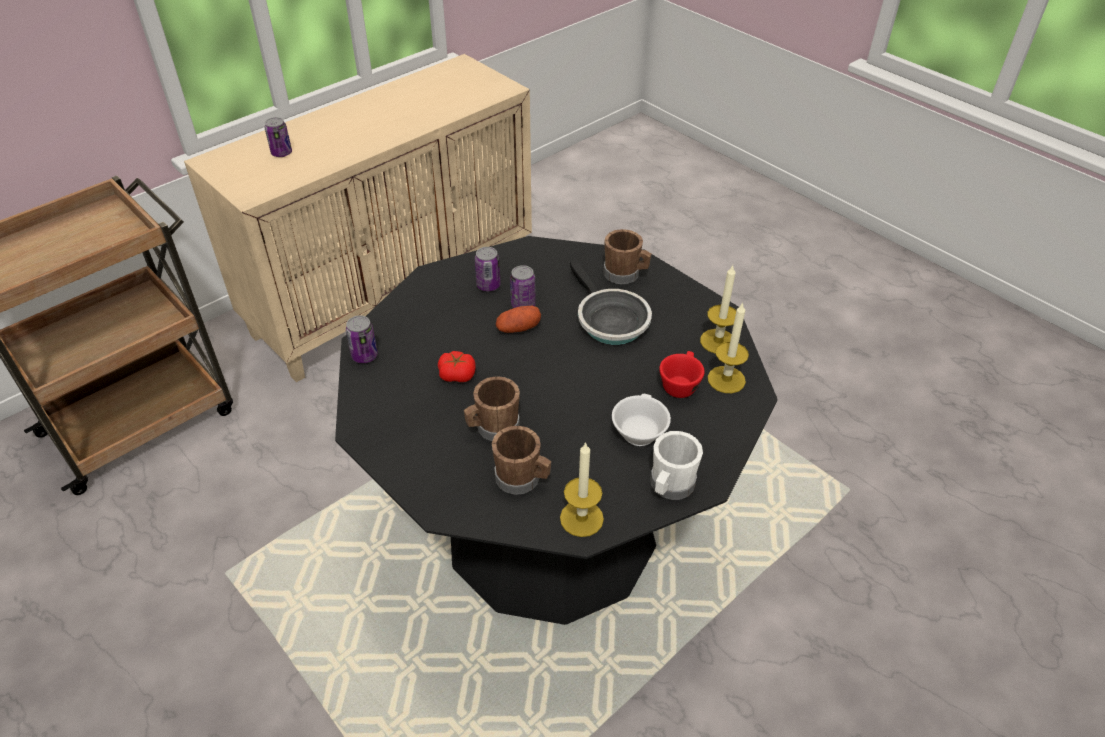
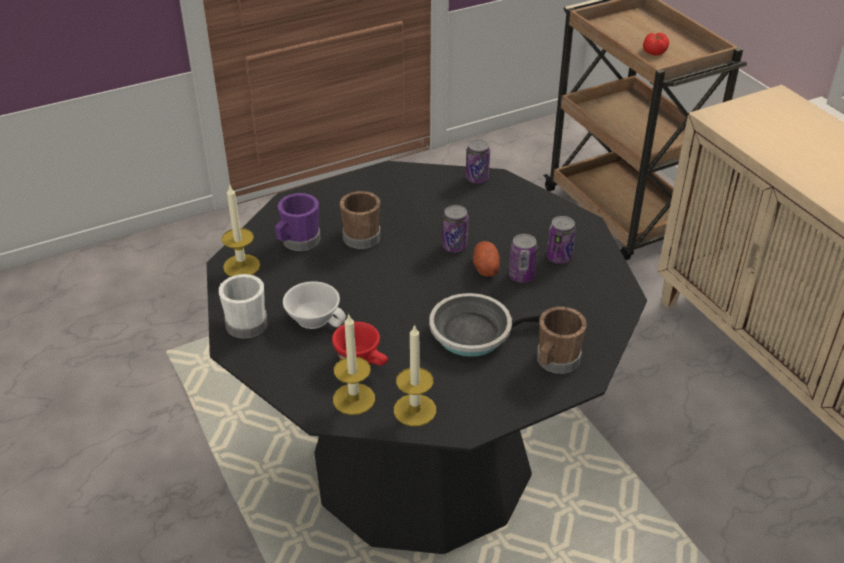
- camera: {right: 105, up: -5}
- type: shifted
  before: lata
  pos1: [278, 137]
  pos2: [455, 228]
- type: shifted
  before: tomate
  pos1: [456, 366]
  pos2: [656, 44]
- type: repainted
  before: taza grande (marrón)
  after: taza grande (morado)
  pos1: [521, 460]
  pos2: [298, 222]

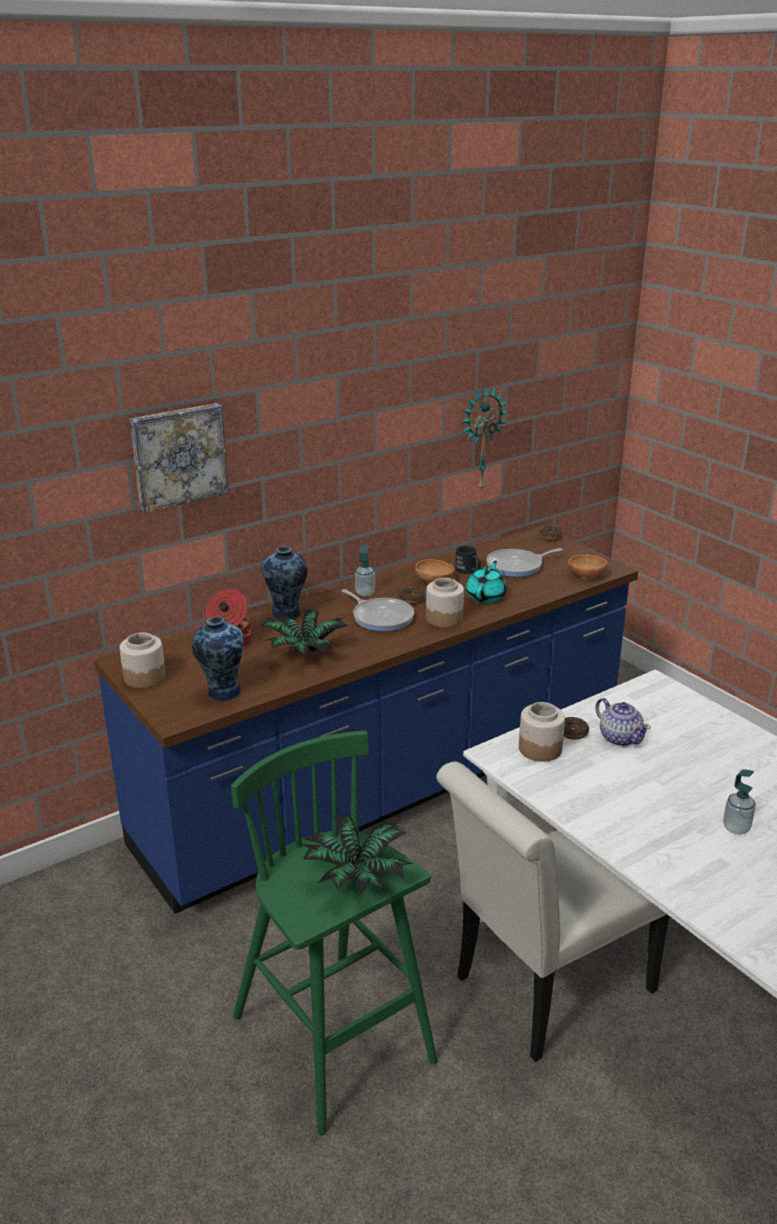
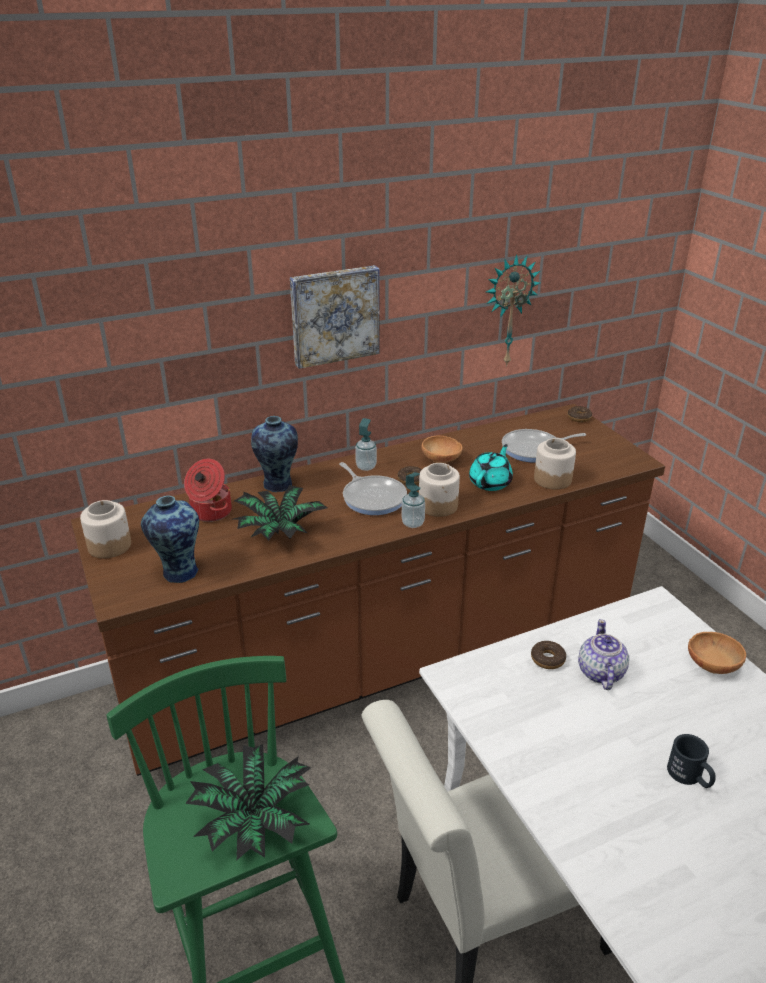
- camera: {right: 10, up: 5}
- type: shifted
  before: cuadro
  pos1: [179, 458]
  pos2: [335, 317]
- type: repainted
  before: mueble bajo de cocina (azul)
  after: mueble bajo de cocina (marrón)
  pos1: [366, 720]
  pos2: [368, 590]
- type: shifted
  before: taza grande (negro)
  pos1: [468, 559]
  pos2: [691, 761]
- type: shifted
  before: cuenco (marrón)
  pos1: [587, 567]
  pos2: [717, 653]
- type: rotated
  before: tetera
  pos1: [623, 722]
  pos2: [603, 654]
  turn: -150
- type: shifted
  before: tarro
  pos1: [542, 732]
  pos2: [555, 464]
- type: shifted
  before: dispensador de jabón
  pos1: [739, 802]
  pos2: [413, 500]

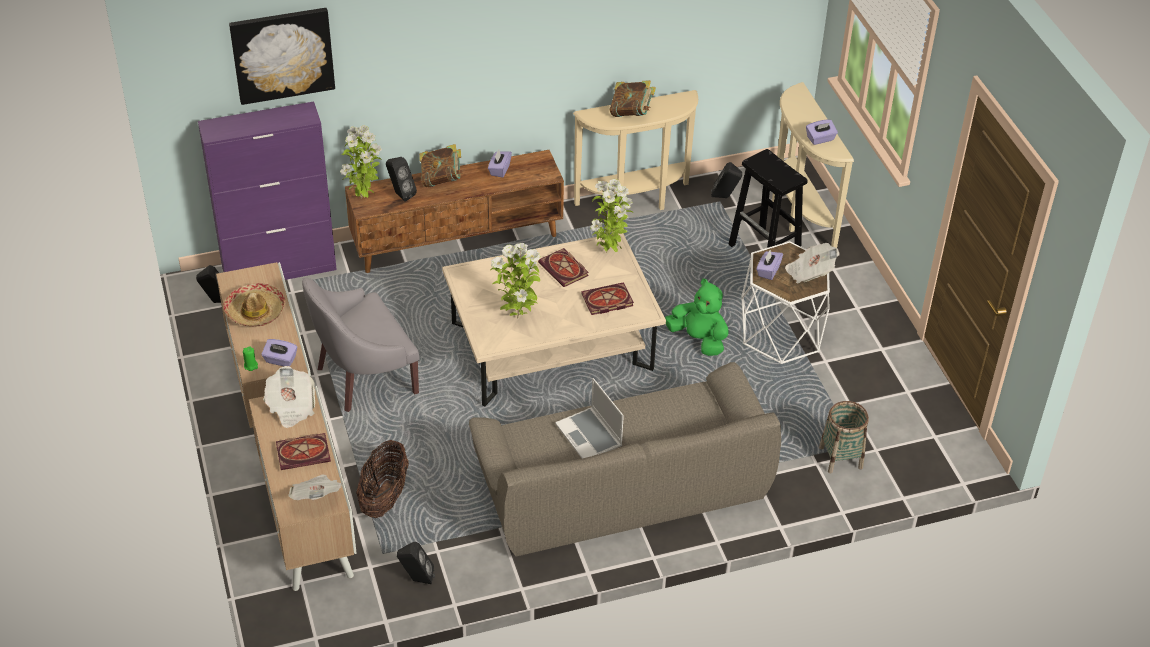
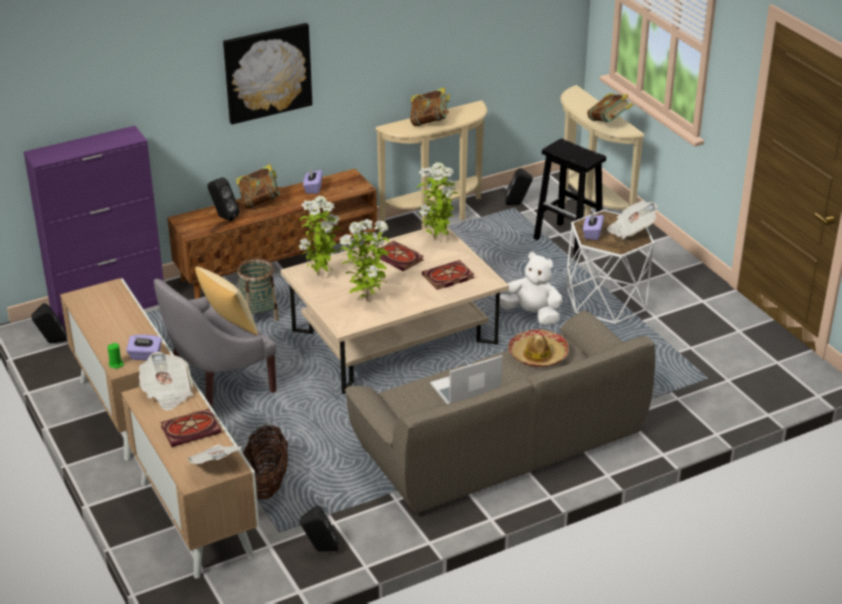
- camera: {right: -10, up: -10}
- type: shifted
  before: cuadro
  pos1: [282, 56]
  pos2: [267, 73]
- type: swapped
  before: caja de pañuelos (morado)
  after: libro
  pos1: [822, 132]
  pos2: [610, 107]
- type: shifted
  before: planta en maceta
  pos1: [361, 161]
  pos2: [320, 236]
- type: repainted
  before: peluche (verde)
  after: peluche (blanco)
  pos1: [697, 317]
  pos2: [531, 289]
- type: shifted
  before: sombrero
  pos1: [254, 305]
  pos2: [538, 348]
- type: rotated
  before: portátil
  pos1: [589, 418]
  pos2: [466, 379]
  turn: 105
- type: shifted
  before: cesta
  pos1: [844, 437]
  pos2: [258, 289]
- type: new
  after: cojín
  pos2: [226, 300]

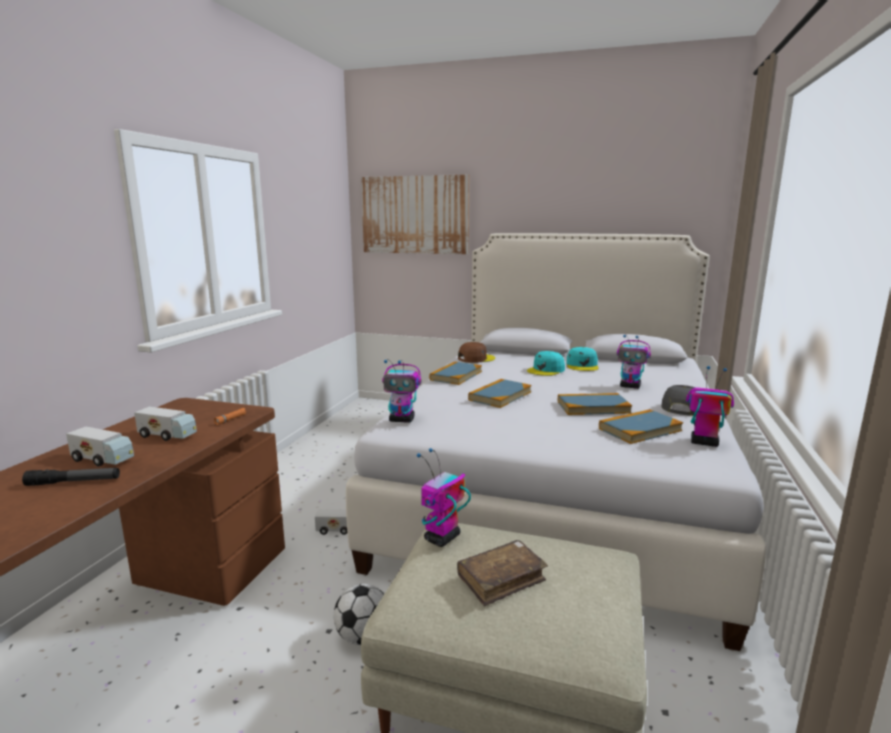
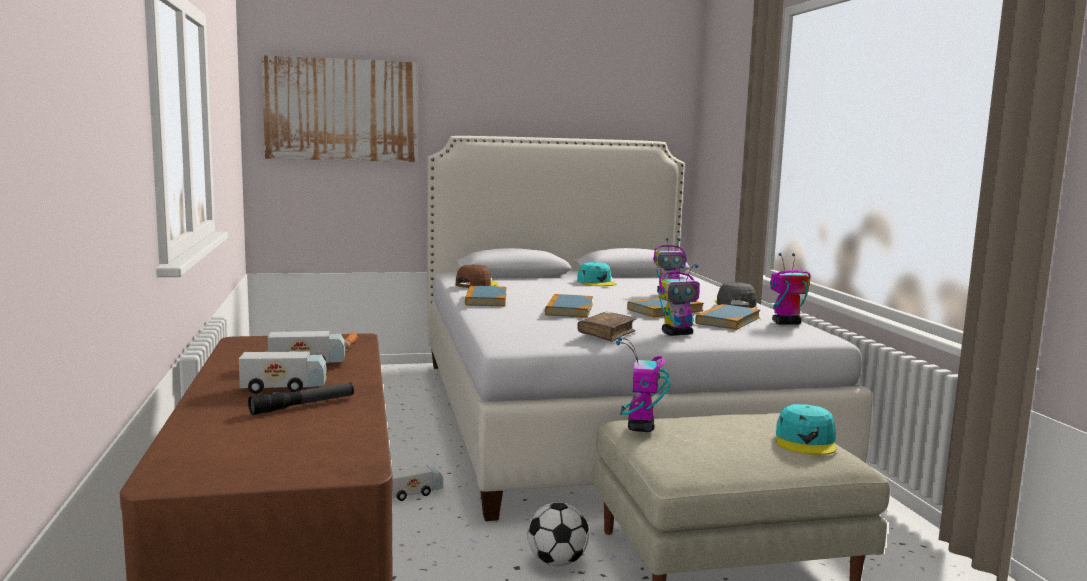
- camera: {right: -30, up: -5}
- type: shifted
  before: gorra (turquesa)
  pos1: [546, 363]
  pos2: [806, 429]
- type: shifted
  before: robot de juguete
  pos1: [401, 391]
  pos2: [679, 300]
- type: shifted
  before: libro (marrón)
  pos1: [502, 573]
  pos2: [607, 327]

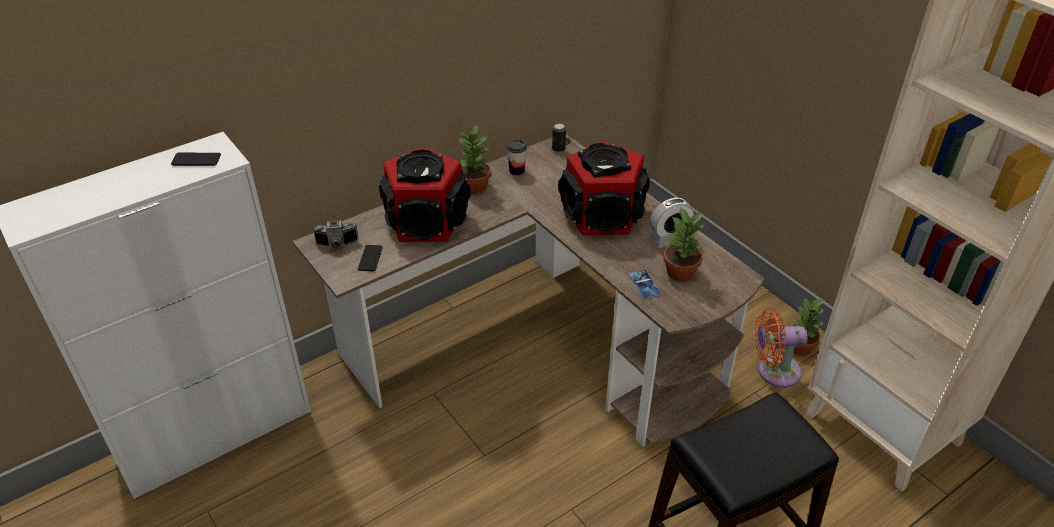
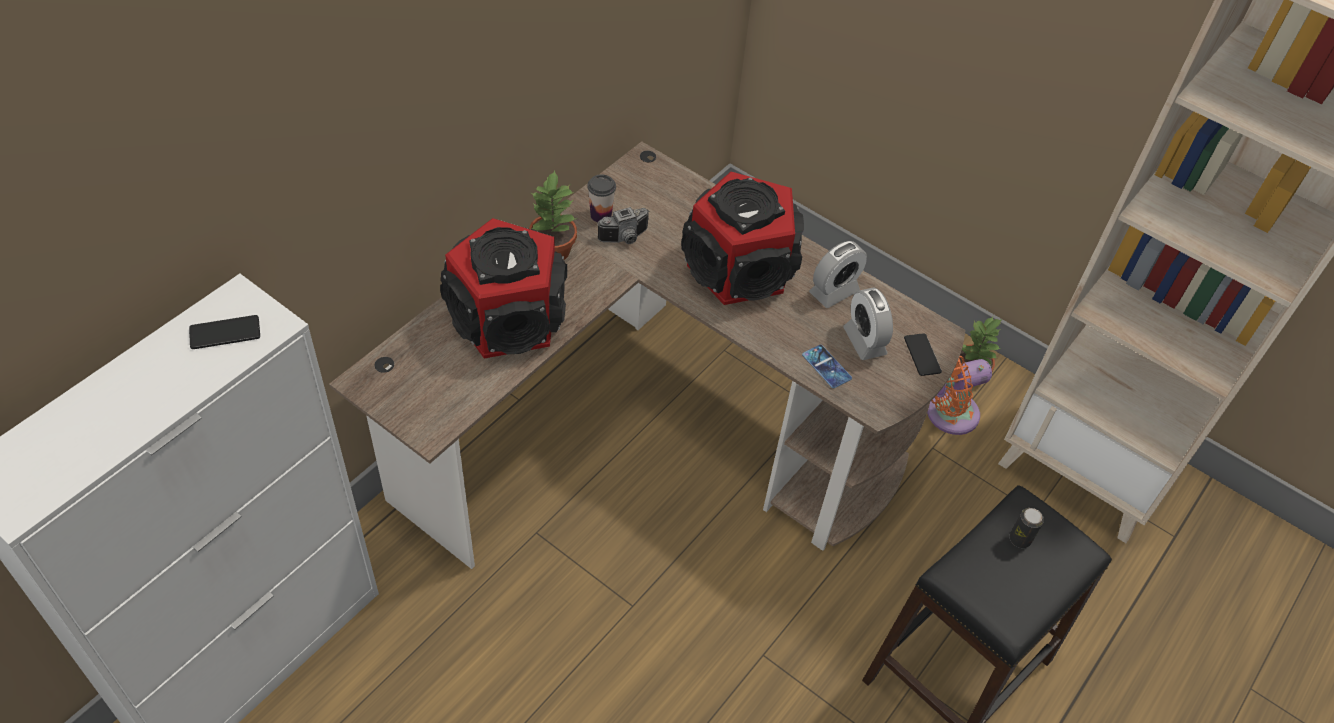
- camera: {right: -20, up: 10}
- type: shifted
  before: lata
  pos1: [559, 137]
  pos2: [1026, 528]
- type: swapped
  before: planta en maceta
  after: despertador
  pos1: [683, 244]
  pos2: [868, 323]
- type: shifted
  before: cámara
  pos1: [335, 234]
  pos2: [623, 225]
- type: shifted
  before: móvil
  pos1: [370, 258]
  pos2: [923, 354]

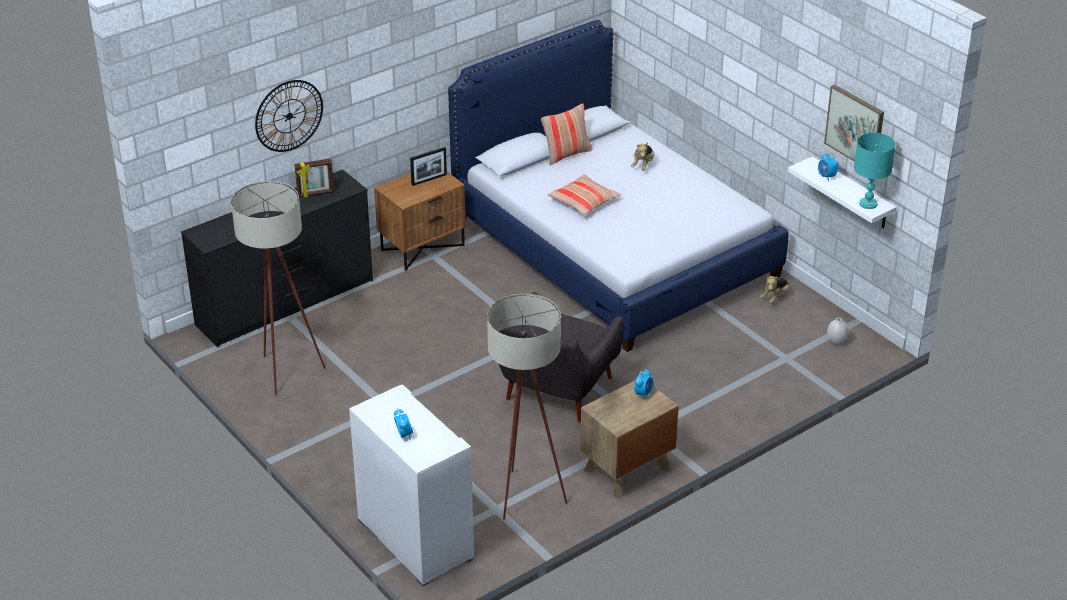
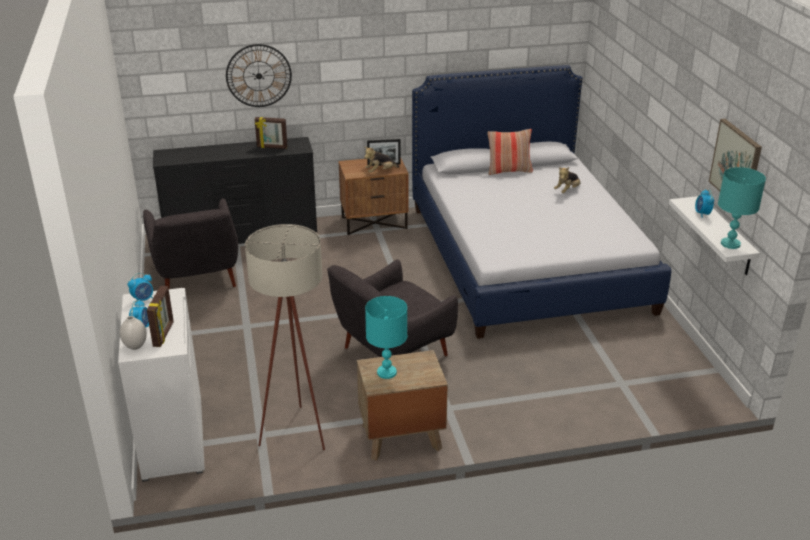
- camera: {right: 25, up: -5}
- type: gone
  before: cojín
  pos1: [584, 195]
- type: swapped
  before: lámpara de pie (beis)
  after: sillón (gris)
  pos1: [278, 288]
  pos2: [190, 243]
- type: shifted
  before: peluche
  pos1: [774, 289]
  pos2: [382, 160]
- type: shifted
  before: florero (blanco)
  pos1: [837, 331]
  pos2: [133, 333]
- type: shifted
  before: despertador
  pos1: [644, 384]
  pos2: [140, 287]
- type: new
  after: portarretratos
  pos2: [160, 316]
- type: new
  after: lámpara de mesa (turquesa)
  pos2: [386, 337]

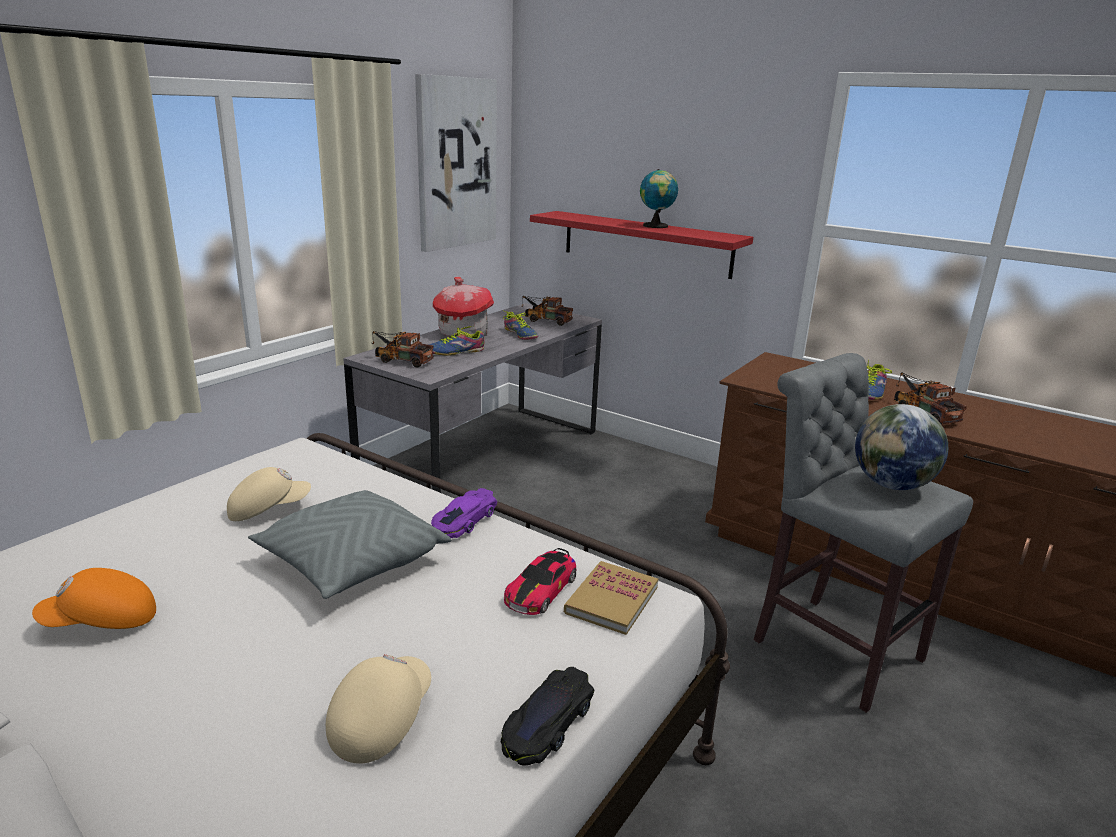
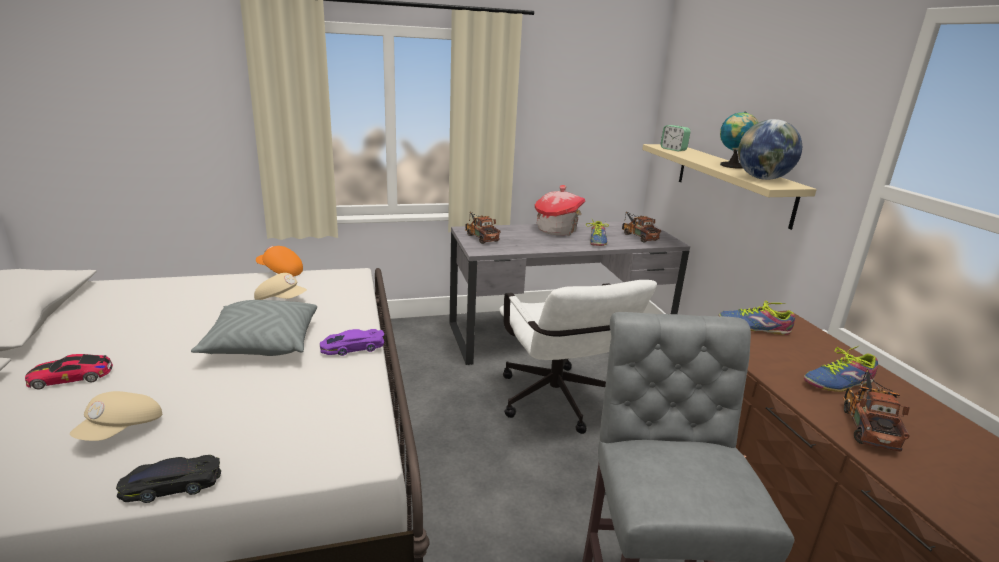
- camera: {right: 40, up: 0}
- type: gone
  before: cuadro
  pos1: [456, 163]
- type: repainted
  before: estante (rojo)
  after: estante (beis)
  pos1: [641, 245]
  pos2: [729, 187]
- type: shifted
  before: zapato
  pos1: [456, 341]
  pos2: [757, 318]
- type: shifted
  before: globo terráqueo
  pos1: [901, 447]
  pos2: [770, 149]
- type: shifted
  before: coche de juguete
  pos1: [540, 581]
  pos2: [69, 371]
- type: gone
  before: libro
  pos1: [611, 598]
- type: shifted
  before: gorra (naranja)
  pos1: [94, 598]
  pos2: [279, 261]
- type: rotated
  before: gorra (beis)
  pos1: [378, 709]
  pos2: [116, 416]
  turn: 135
- type: new
  after: despertador
  pos2: [675, 138]
- type: new
  after: silla de oficina (blanco)
  pos2: [578, 357]

